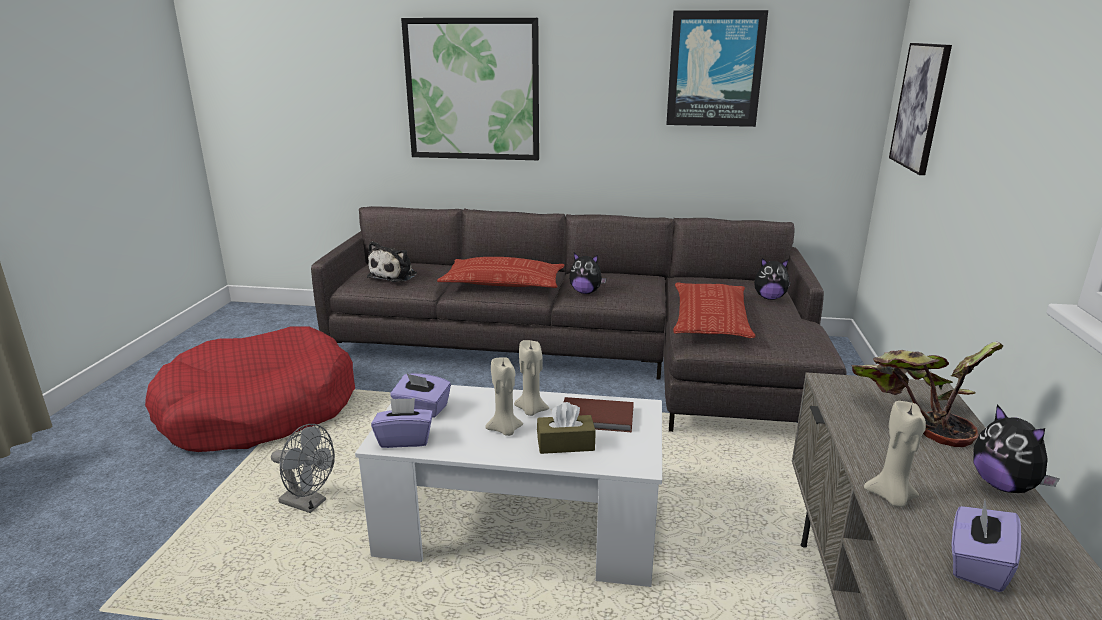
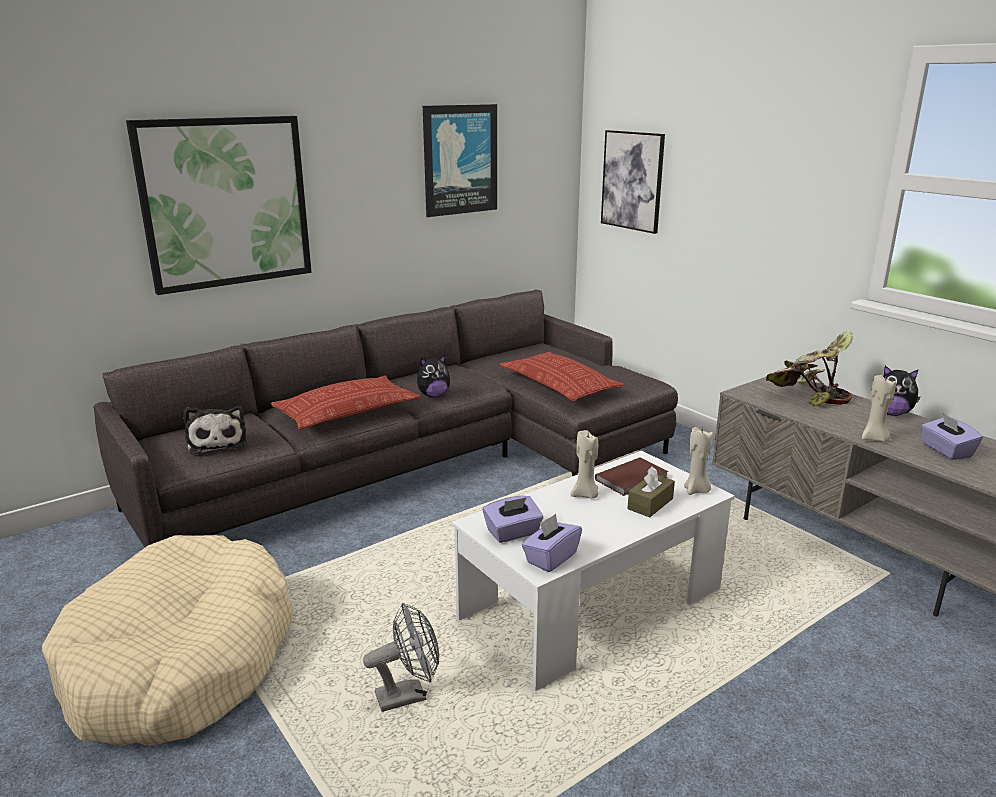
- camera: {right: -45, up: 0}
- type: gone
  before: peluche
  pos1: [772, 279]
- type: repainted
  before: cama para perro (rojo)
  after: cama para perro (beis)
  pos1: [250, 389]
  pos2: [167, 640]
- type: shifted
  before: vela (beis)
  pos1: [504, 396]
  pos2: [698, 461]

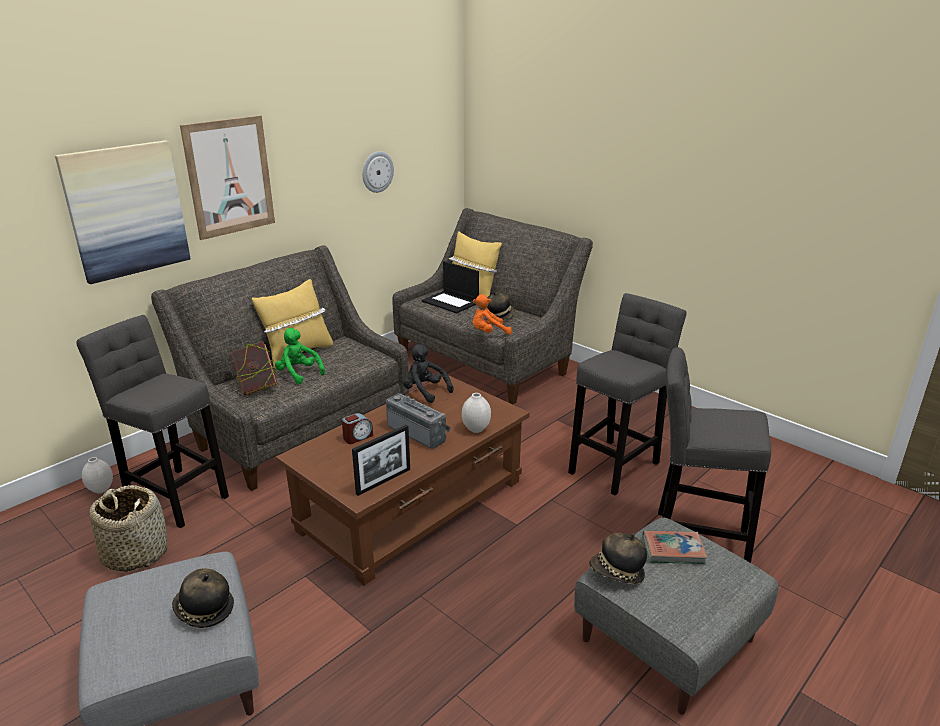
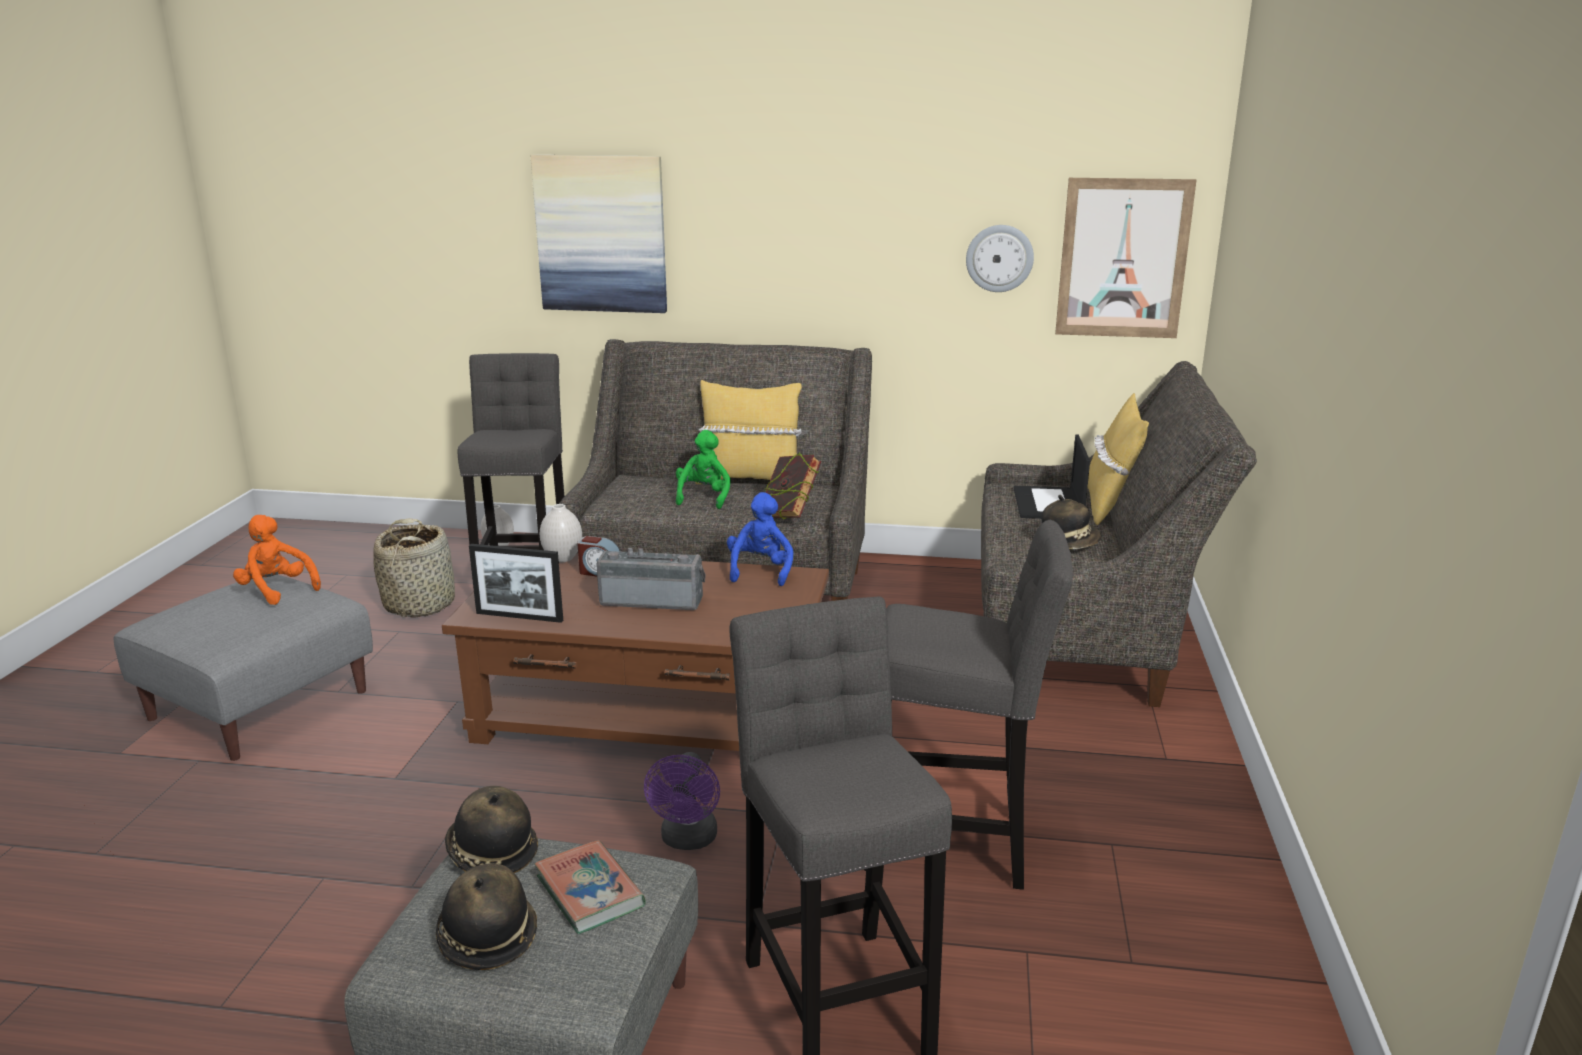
- camera: {right: 55, up: -5}
- type: shifted
  before: cuadro
  pos1: [227, 177]
  pos2: [1125, 258]
- type: shifted
  before: peluche (naranja)
  pos1: [492, 314]
  pos2: [277, 560]
- type: shifted
  before: libro
  pos1: [254, 368]
  pos2: [793, 486]
- type: repainted
  before: peluche (negro)
  after: peluche (azul)
  pos1: [428, 373]
  pos2: [760, 539]
- type: rotated
  before: radio
  pos1: [418, 421]
  pos2: [651, 579]
  turn: -90
- type: shifted
  before: florero (blanco)
  pos1: [476, 413]
  pos2: [561, 533]
- type: shifted
  before: sombrero
  pos1: [203, 598]
  pos2: [486, 916]
- type: new
  after: ventilador (morado)
  pos2: [682, 801]

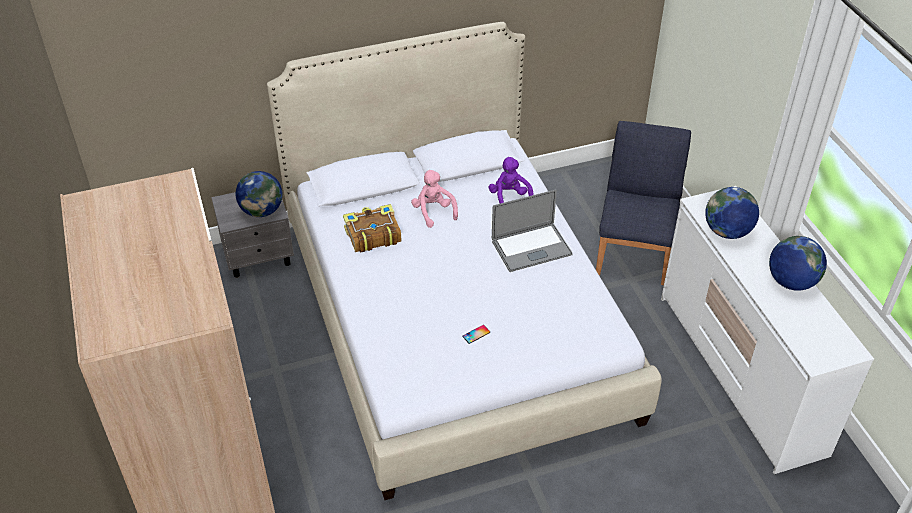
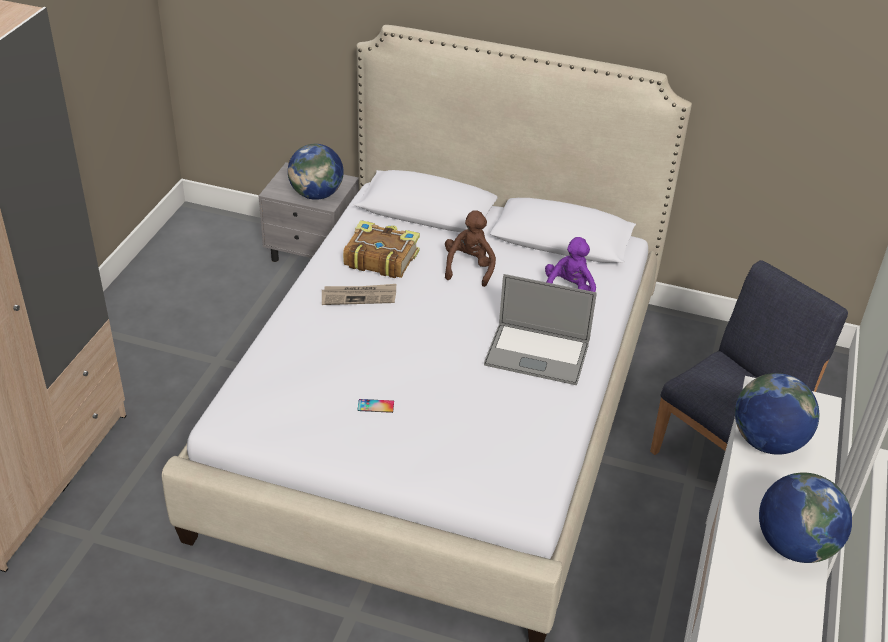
- camera: {right: 35, up: -5}
- type: repainted
  before: peluche (rosa)
  after: peluche (marrón)
  pos1: [434, 199]
  pos2: [470, 248]
- type: new
  after: periódico
  pos2: [359, 294]

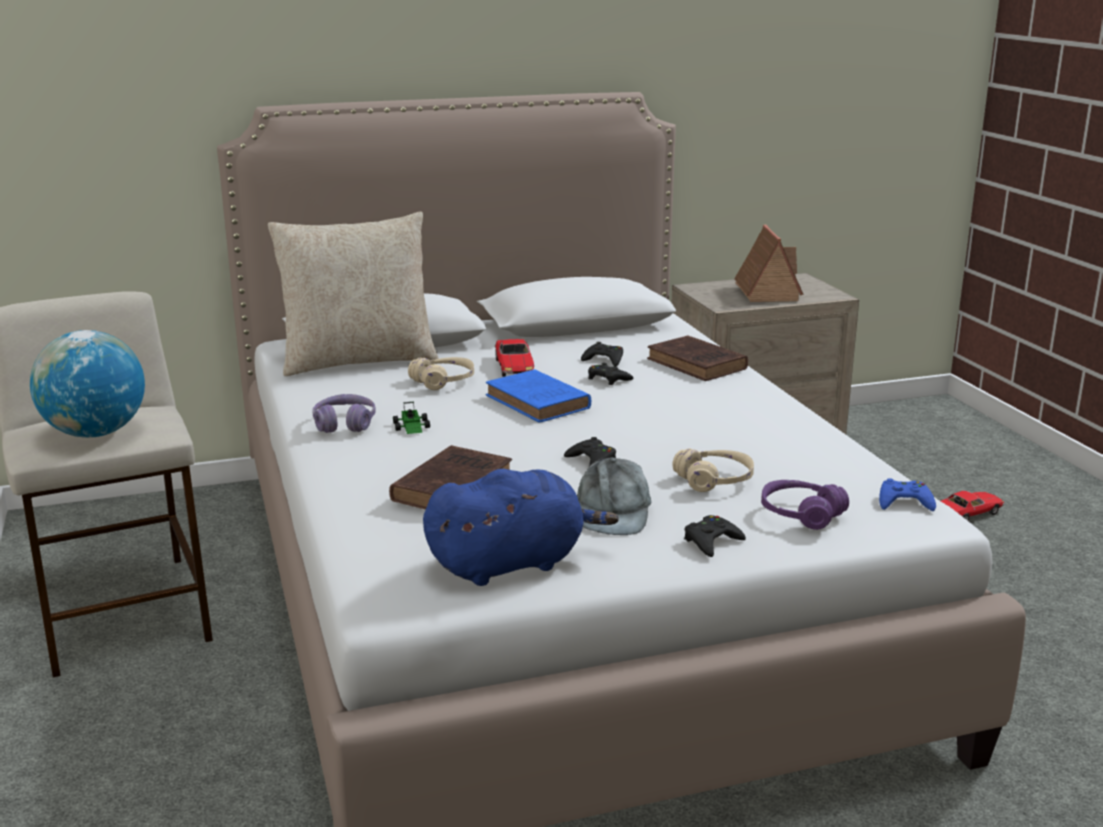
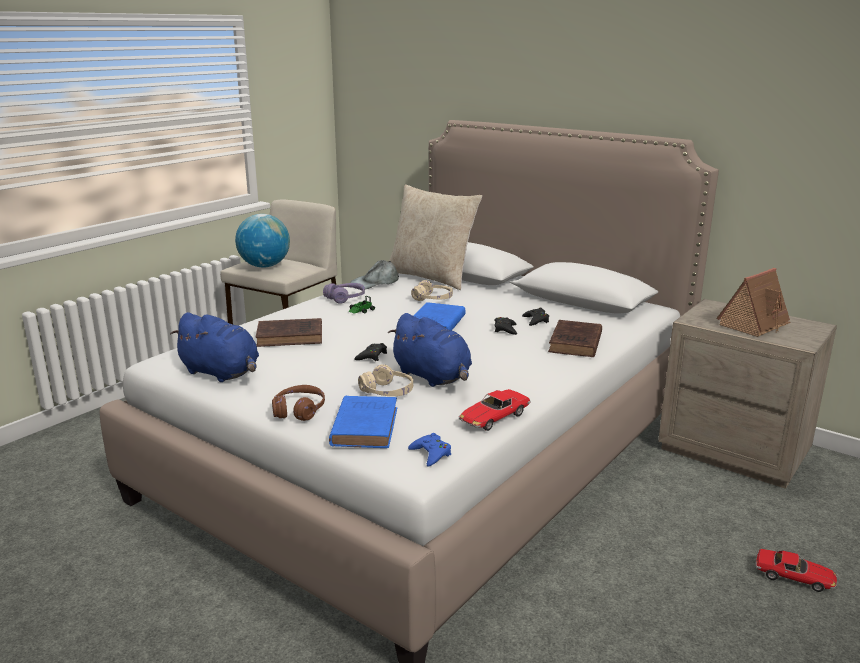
- camera: {right: 55, up: 0}
- type: shifted
  before: coche de juguete
  pos1: [514, 358]
  pos2: [494, 410]
- type: shifted
  before: gorra (gris)
  pos1: [614, 495]
  pos2: [374, 275]
- type: swapped
  before: auriculares (morado)
  after: libro (azul)
  pos1: [805, 505]
  pos2: [363, 422]
- type: swapped
  before: mando de consola (negro)
  after: auriculares (marrón)
  pos1: [715, 536]
  pos2: [298, 403]
- type: new
  after: peluche (azul)
  pos2: [430, 350]

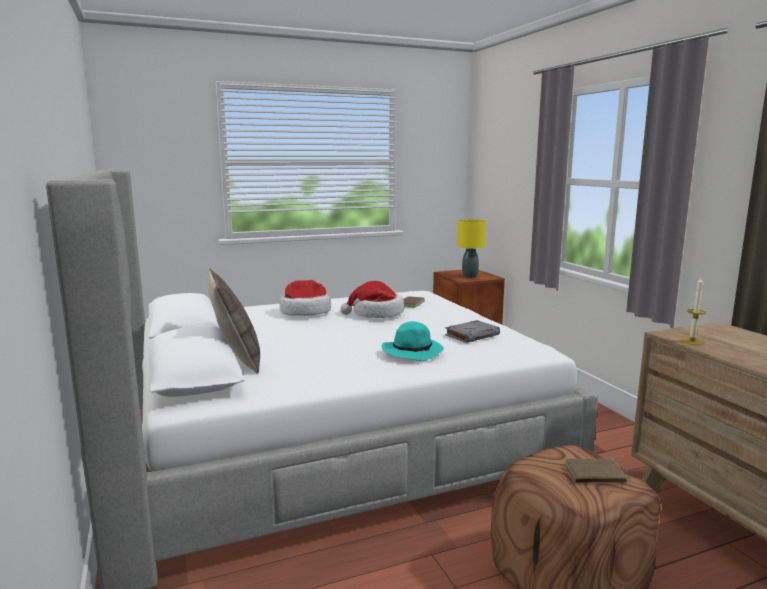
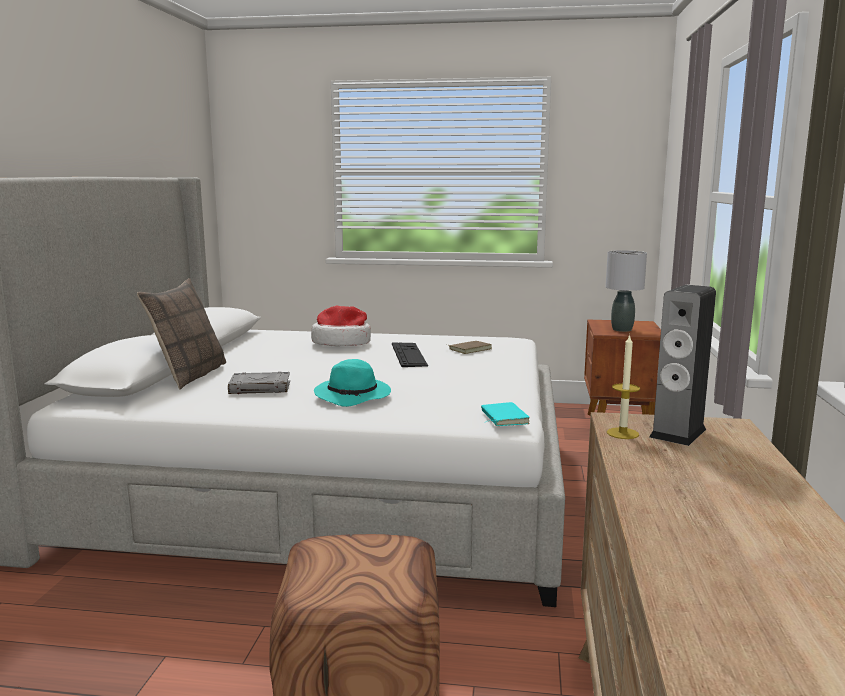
- camera: {right: 30, up: 0}
- type: repainted
  before: lámpara de mesa (amarillo)
  after: lámpara de mesa (gris)
  pos1: [471, 248]
  pos2: [626, 291]
- type: swapped
  before: sombrero
  after: teclado
  pos1: [372, 299]
  pos2: [410, 355]
- type: shifted
  before: libro (gris)
  pos1: [472, 331]
  pos2: [259, 383]
- type: gone
  before: libro (marrón)
  pos1: [598, 471]
- type: new
  after: altavoz
  pos2: [682, 365]
- type: new
  after: libro (turquesa)
  pos2: [505, 414]

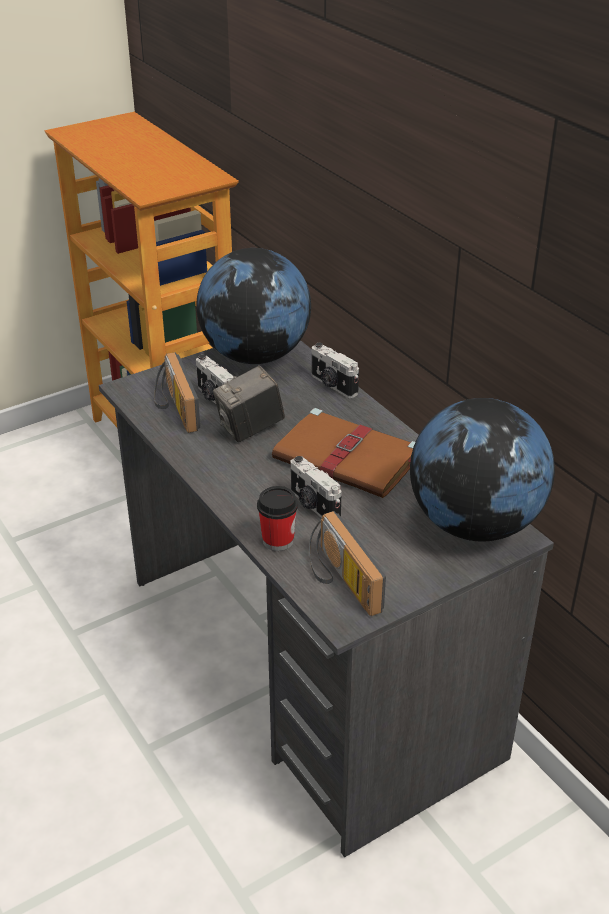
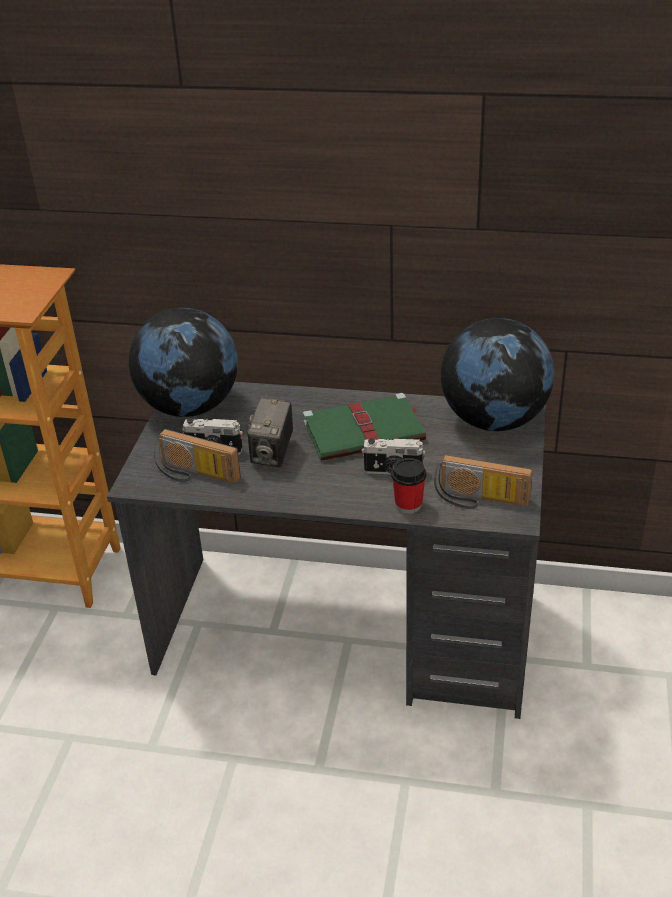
- camera: {right: -45, up: 0}
- type: gone
  before: cámara
  pos1: [335, 370]
- type: repainted
  before: libro (marrón)
  after: libro (verde)
  pos1: [343, 453]
  pos2: [364, 427]

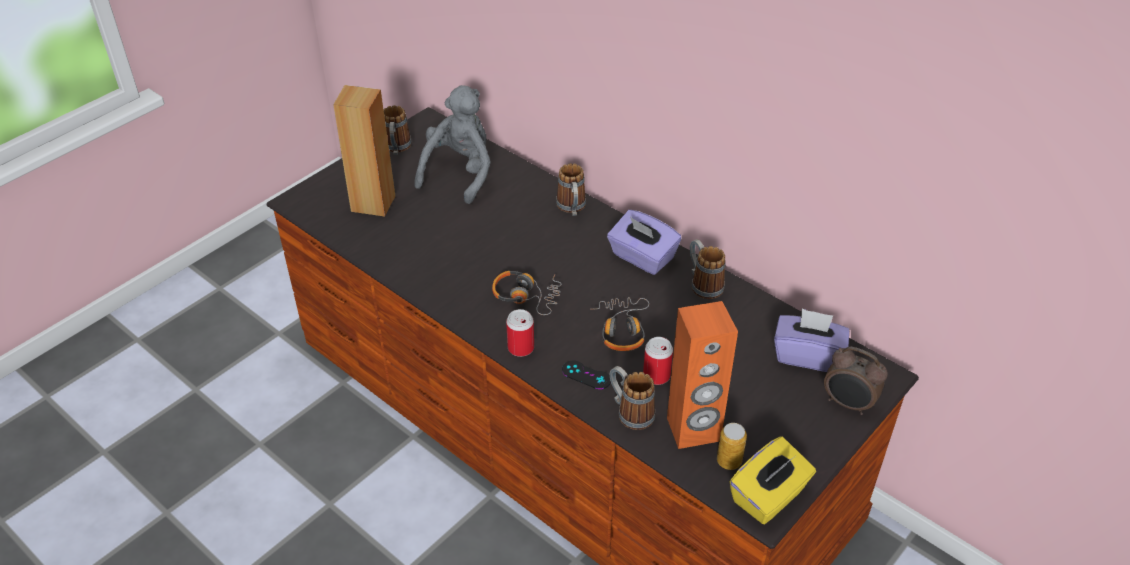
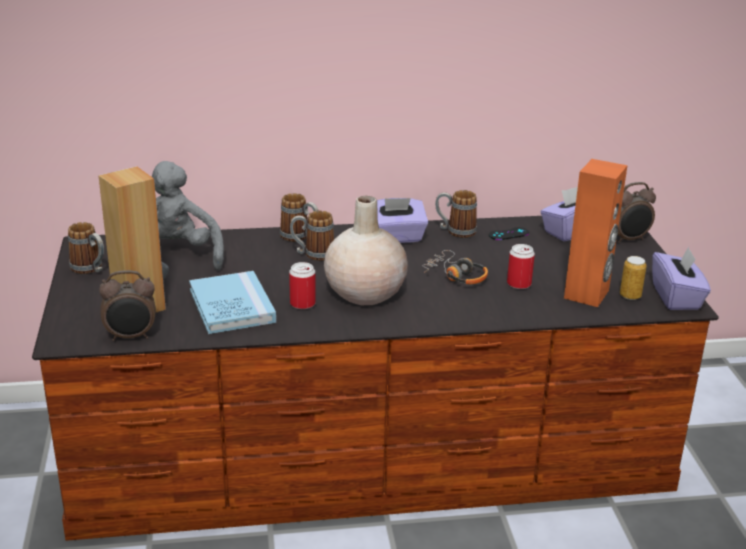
- camera: {right: -50, up: -15}
- type: swapped
  before: auriculares
  after: florero (beis)
  pos1: [526, 293]
  pos2: [366, 250]
- type: shifted
  before: lata
  pos1: [520, 333]
  pos2: [302, 285]
- type: shifted
  before: mando de consola (negro)
  pos1: [586, 375]
  pos2: [509, 233]
- type: shifted
  before: taza grande
  pos1: [632, 398]
  pos2: [312, 236]
- type: repainted
  before: caja de pañuelos (amarillo)
  after: caja de pañuelos (morado)
  pos1: [772, 480]
  pos2: [681, 278]
- type: new
  after: despertador
  pos2: [127, 305]
- type: new
  after: libro (azul)
  pos2: [232, 302]

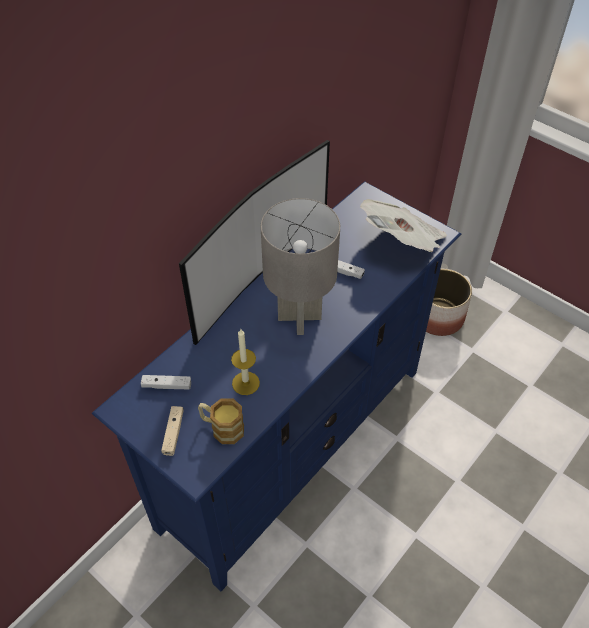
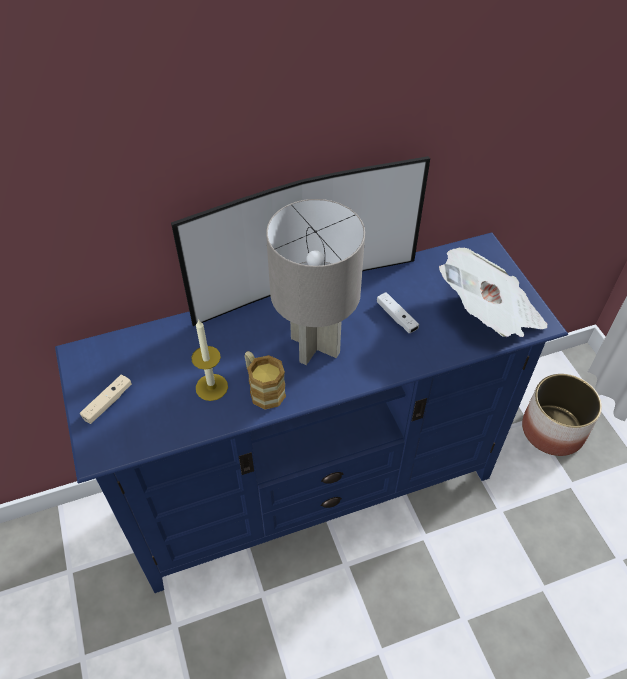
- camera: {right: 30, up: 0}
- type: gone
  before: mando de consola (blanco)
  pos1: [166, 382]
- type: shifted
  before: taza grande
  pos1: [221, 421]
  pos2: [265, 380]

